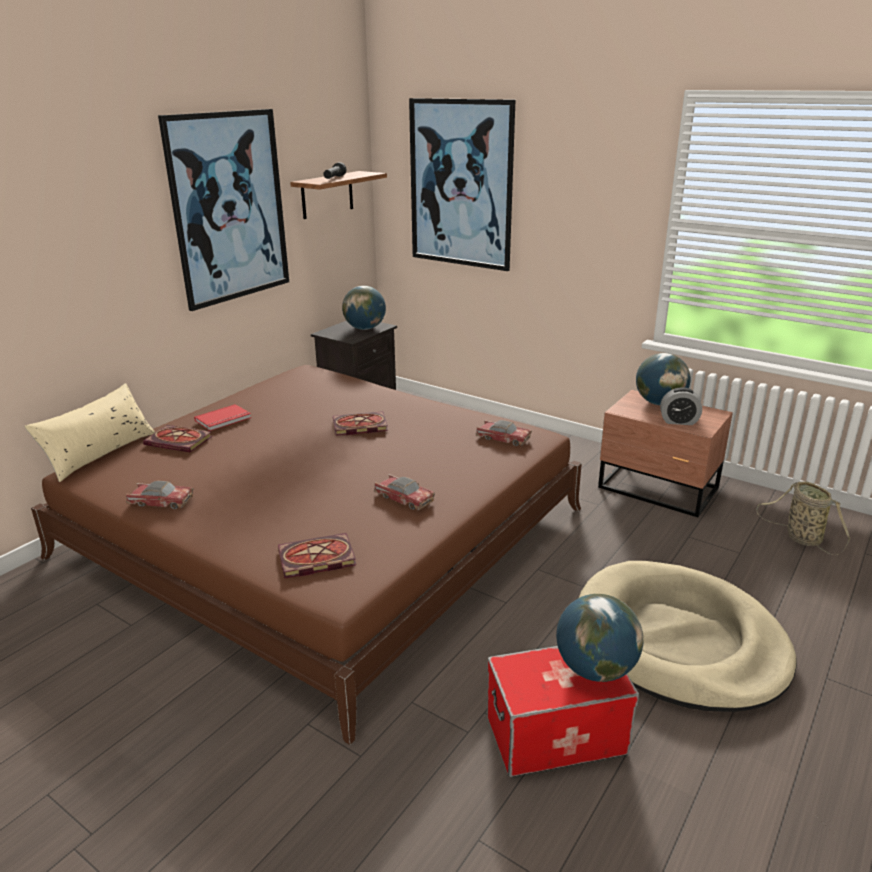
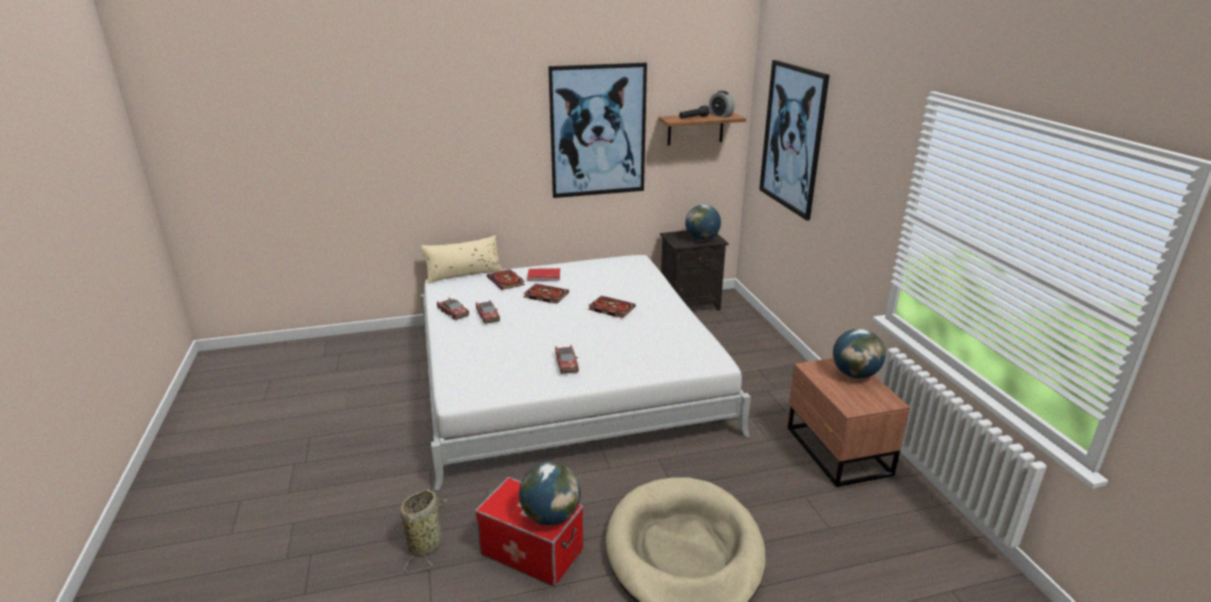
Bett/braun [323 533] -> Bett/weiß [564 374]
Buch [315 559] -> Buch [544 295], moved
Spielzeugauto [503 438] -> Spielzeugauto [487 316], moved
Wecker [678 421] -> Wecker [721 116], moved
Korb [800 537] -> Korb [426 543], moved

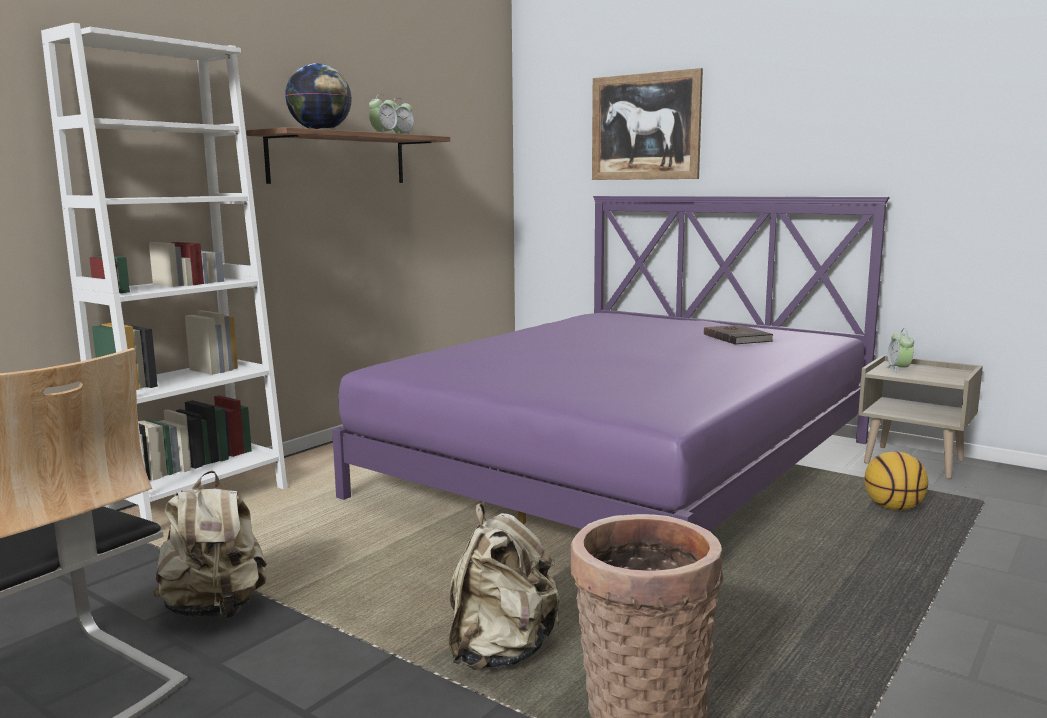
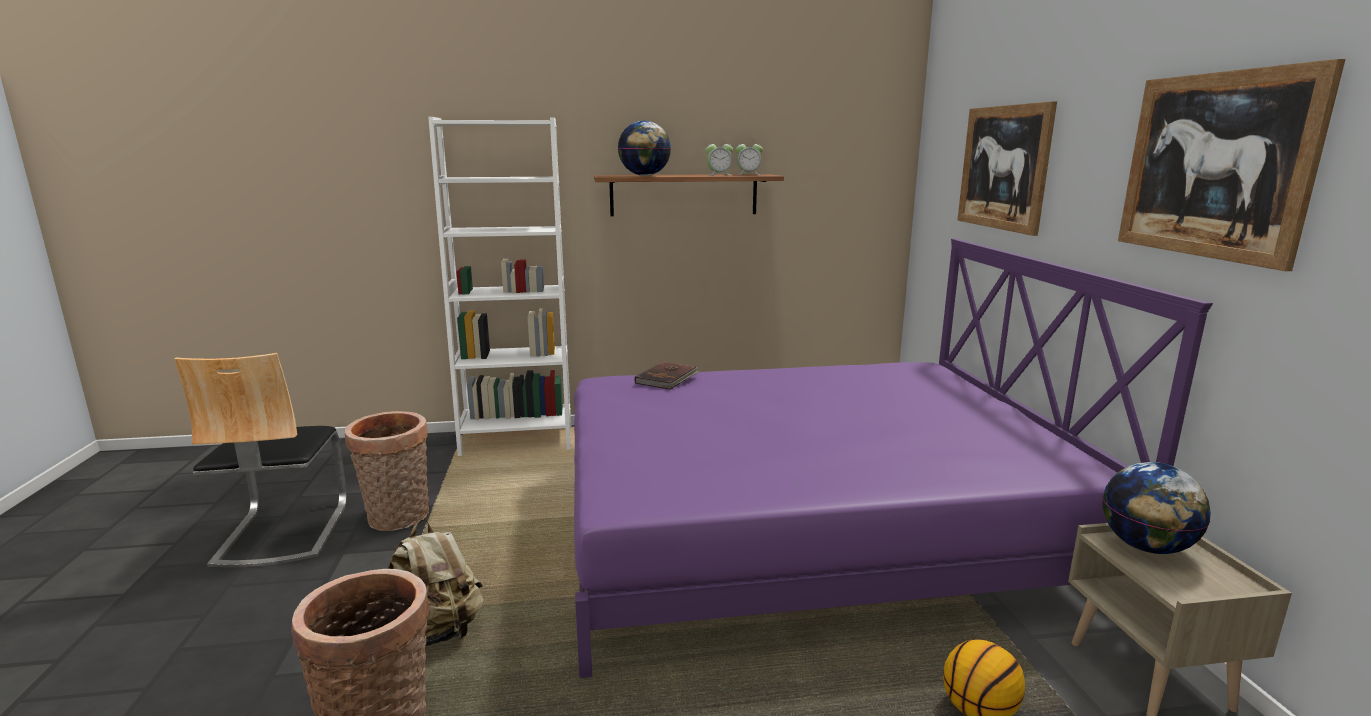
Rucksack/beige [215 609] -> Korb [398 519]
Buch/braun [738 337] -> Buch/braun [667 378], moved
Wecker [898 370] -> Globus [1145 547]
none -> Bild [1215 166]

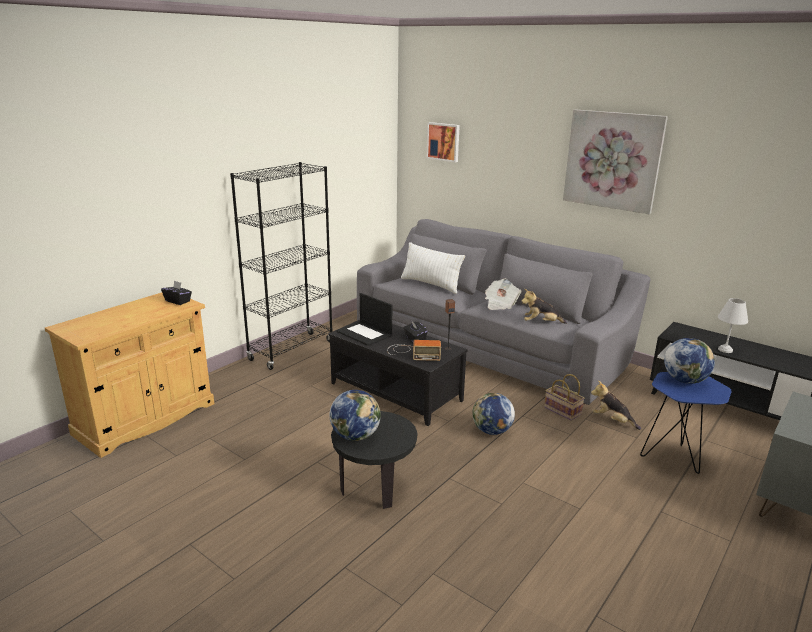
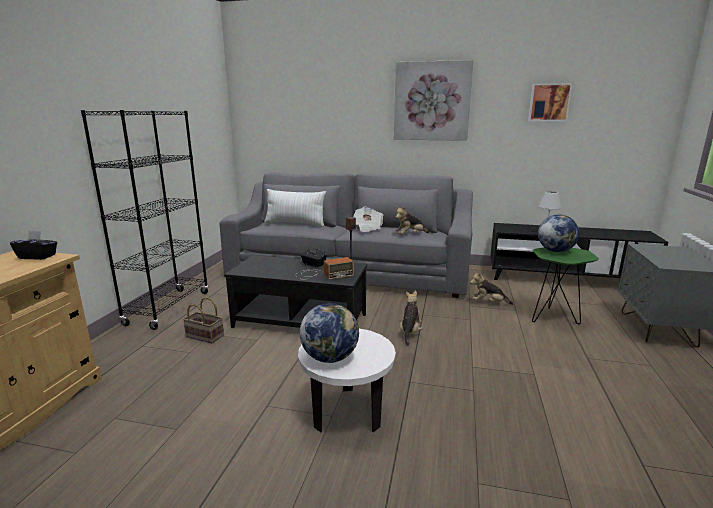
Beistelltisch/schwarz [375 486] -> Beistelltisch/weiß [347 412]
Laptop [365 333] -> none
Bild [443 141] -> Bild [549 102], moved
Globus [491 431] -> Plüschtier [410 332]
Korb [561 411] -> Korb [203 336], moved
Beistelltisch/blau [675 458] -> Beistelltisch/grün [554 317]

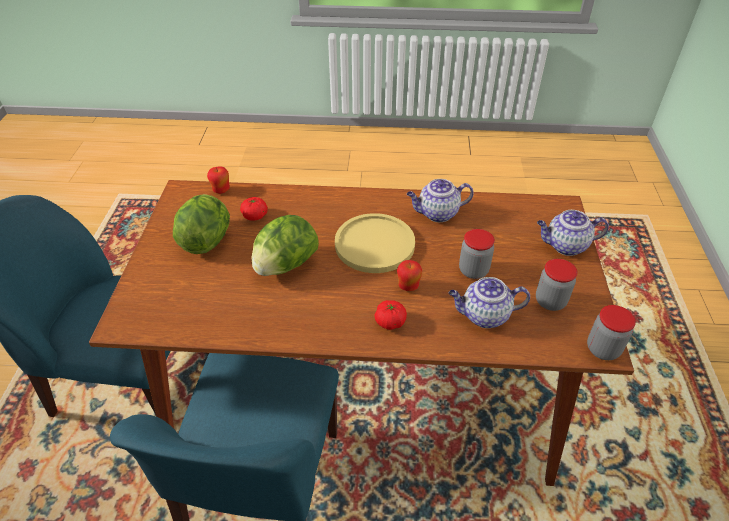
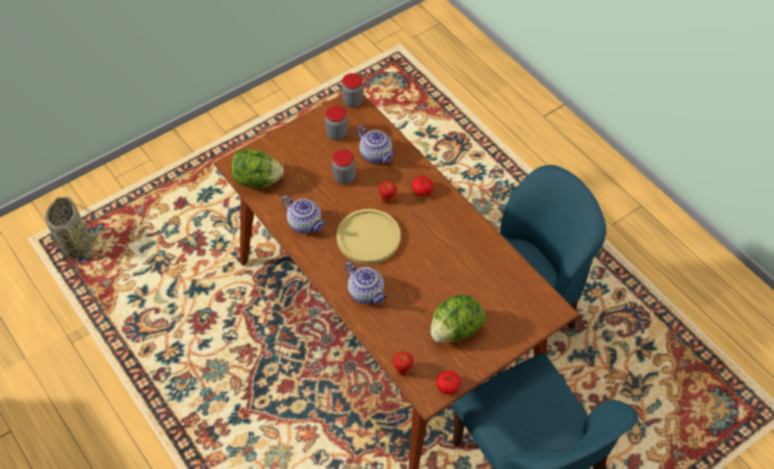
Tomate [255 216] -> Tomate [448 386], moved
Salatkopf [285 265] -> Salatkopf [257 181], moved
Teekanne [565 246] -> Teekanne [367 293], moved
none -> Korb [76 243]

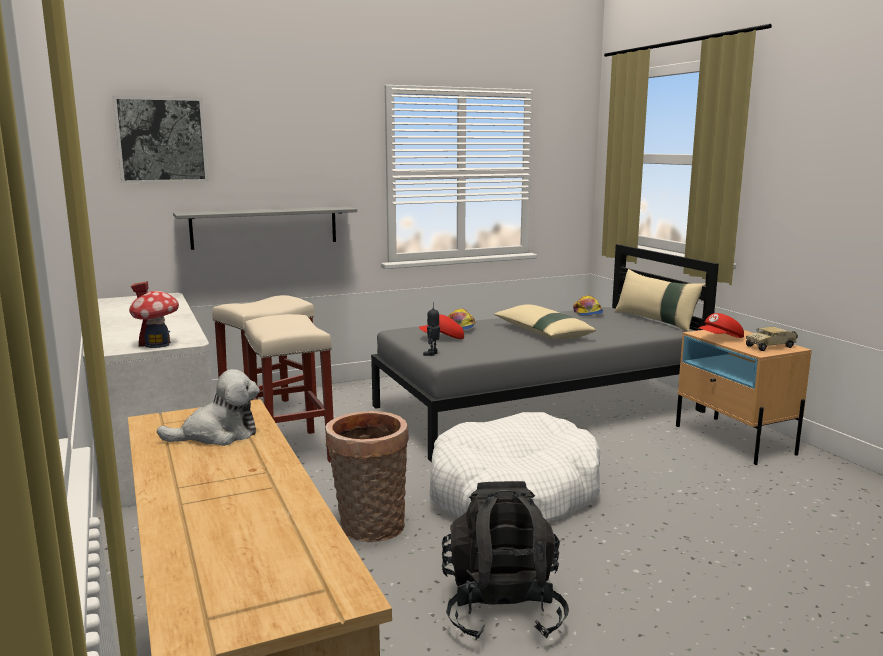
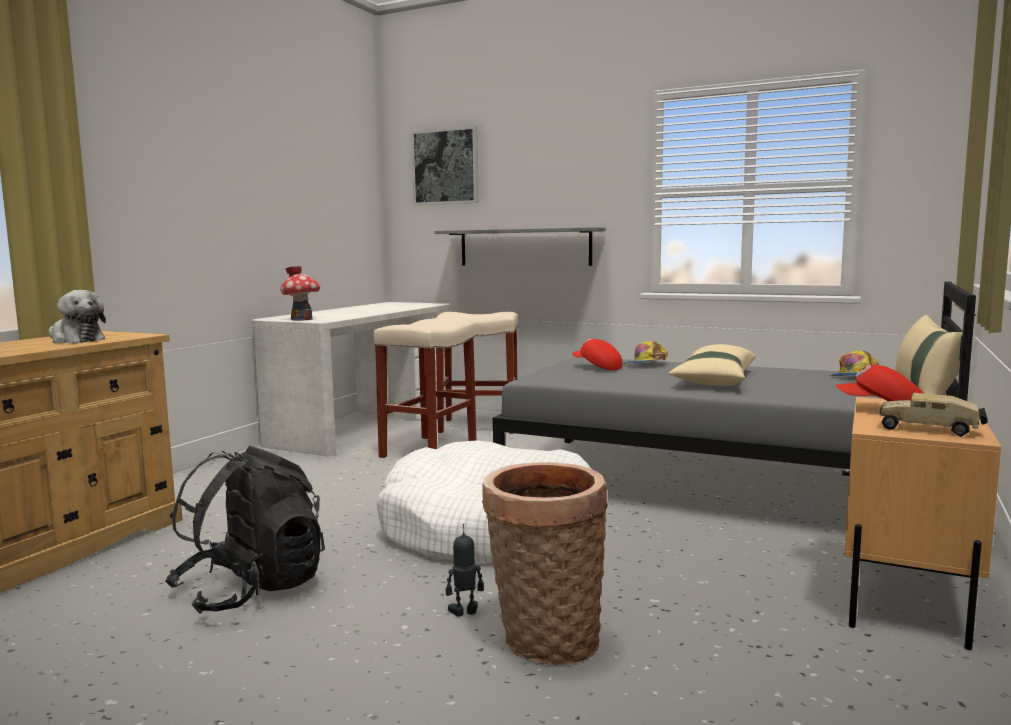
Korb [369 529] -> Korb [544 641], moved
Spielzeugroboter [432 354] -> Spielzeugroboter [465 612], moved

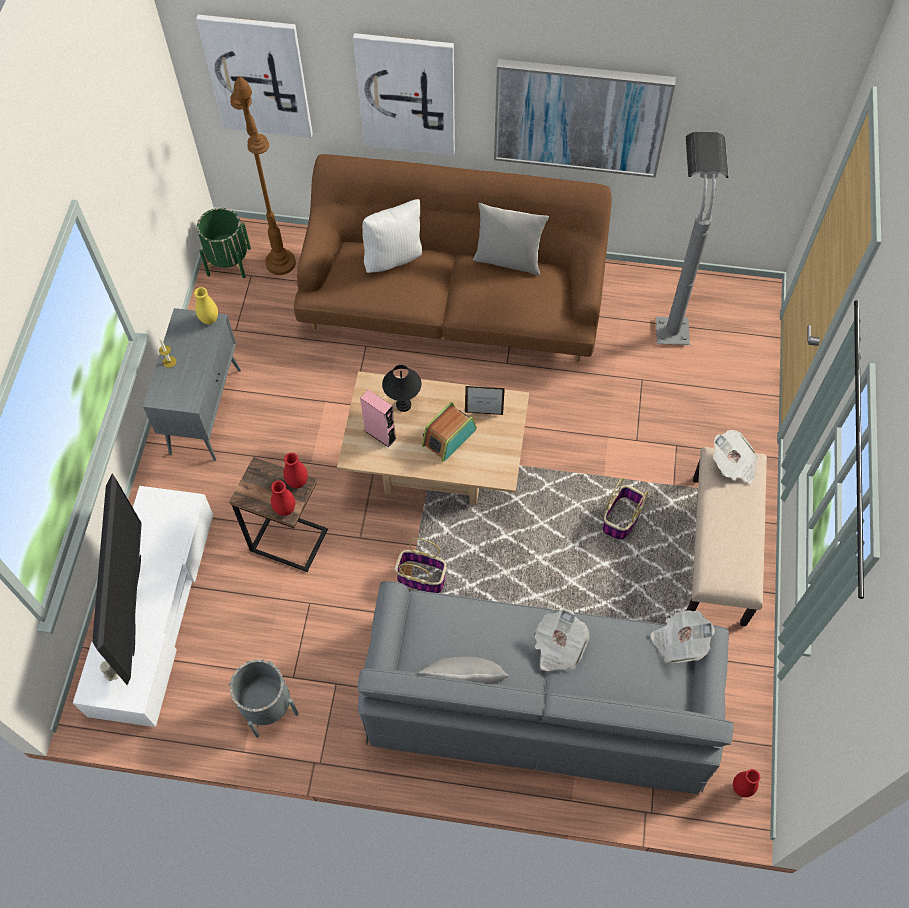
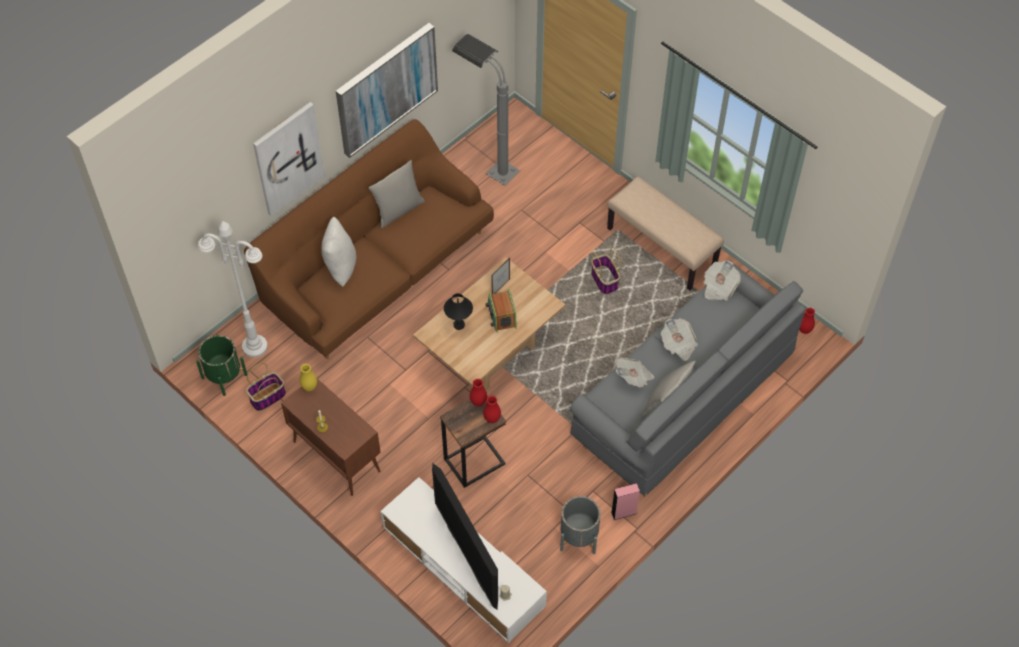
Fernseher [135 604] -> Fernseher [467 557], 150 degrees counterclockwise
Schrank/grau [206 410] -> Schrank/braun [336 456]
Bild [258 76] -> none
Stehlampe/braun [281 263] -> Stehlampe/weiß [255 346]
Lautsprecher/rosa [380 434] -> Lautsprecher/rosa [624 512], moved
Korb [422 577] -> Korb [268 397], moved
Zeitung [733 464] -> Zeitung [634 377], moved

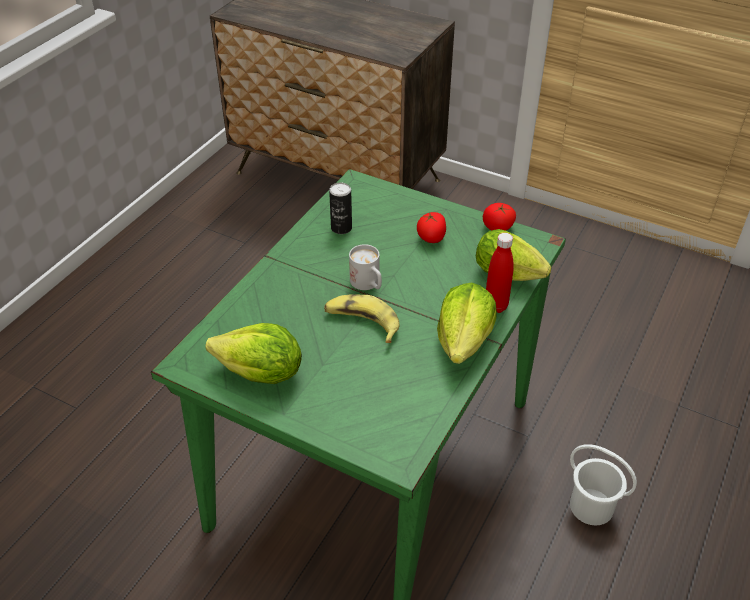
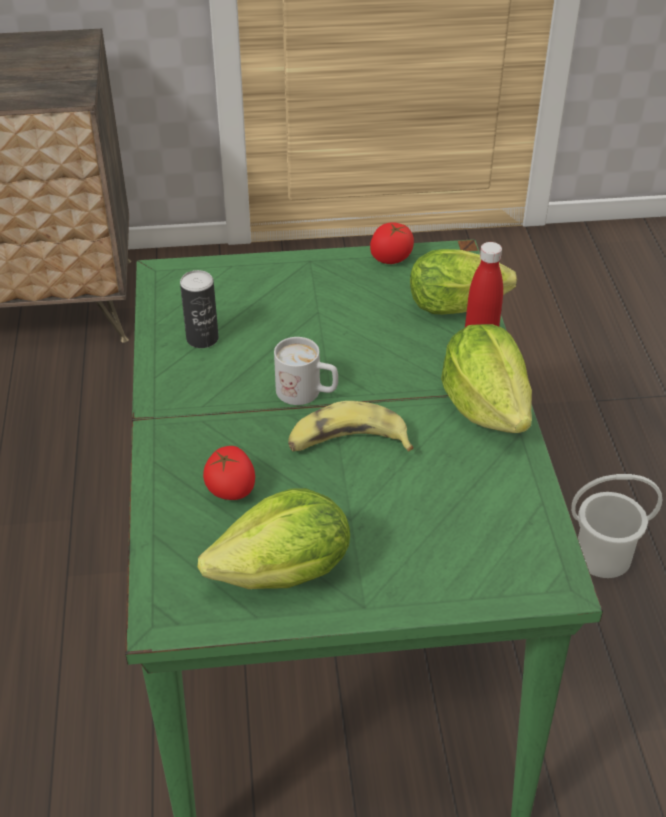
Tomate [431 238] -> Tomate [231 489], moved

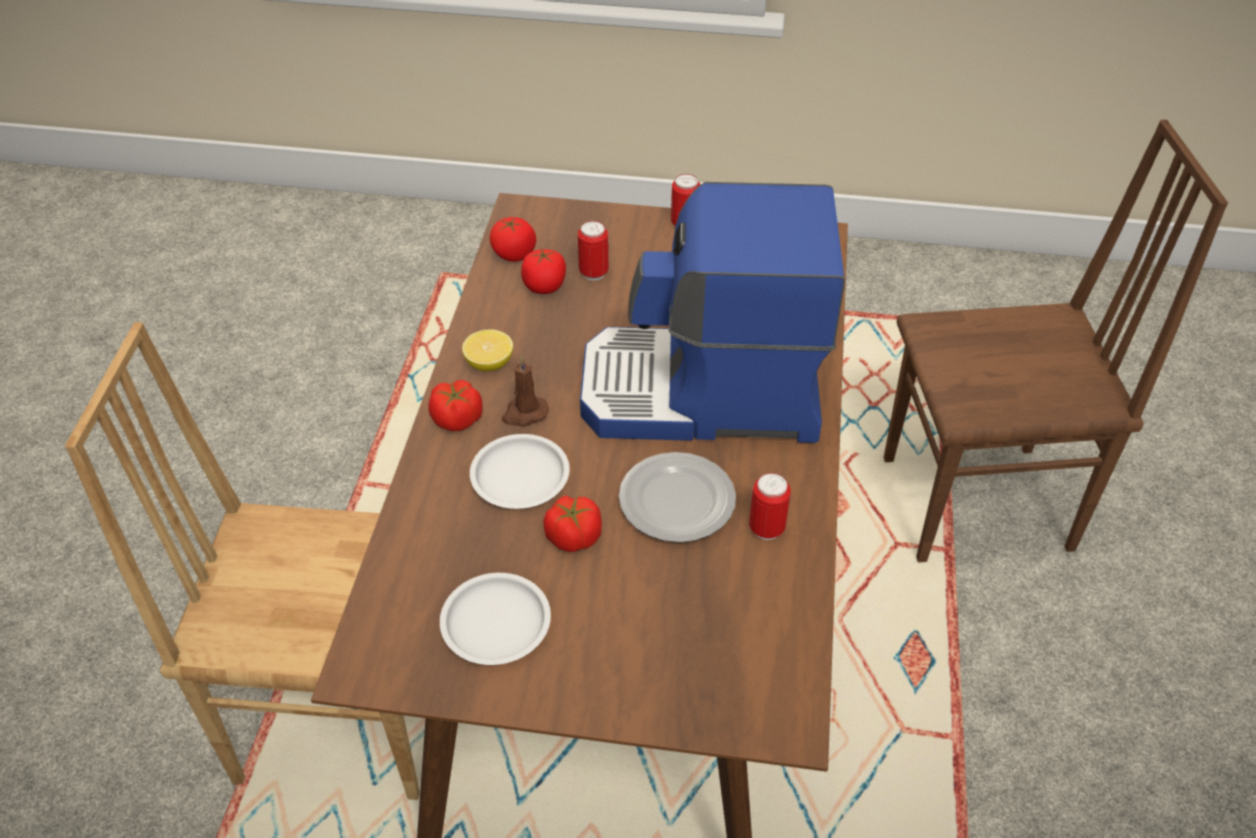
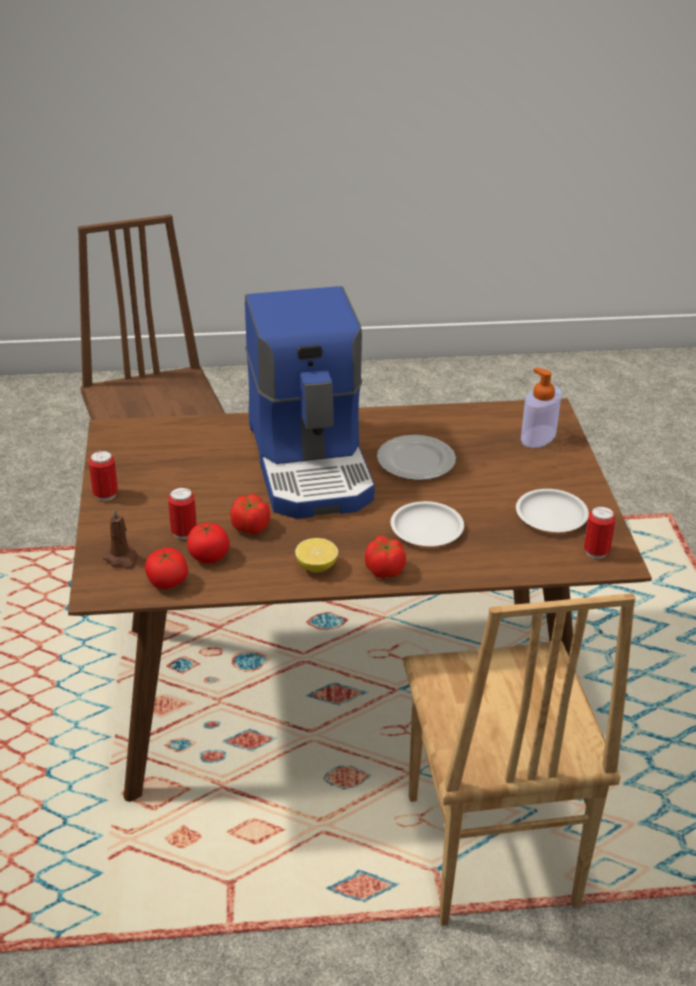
Kerze/braun [524 413] -> Kerze/braun [122 559], moved
Tomate [573 537] -> Tomate [250 527], moved
Dose [766 529] -> Dose [596 552], moved
none -> Seifenspender [538 436]

